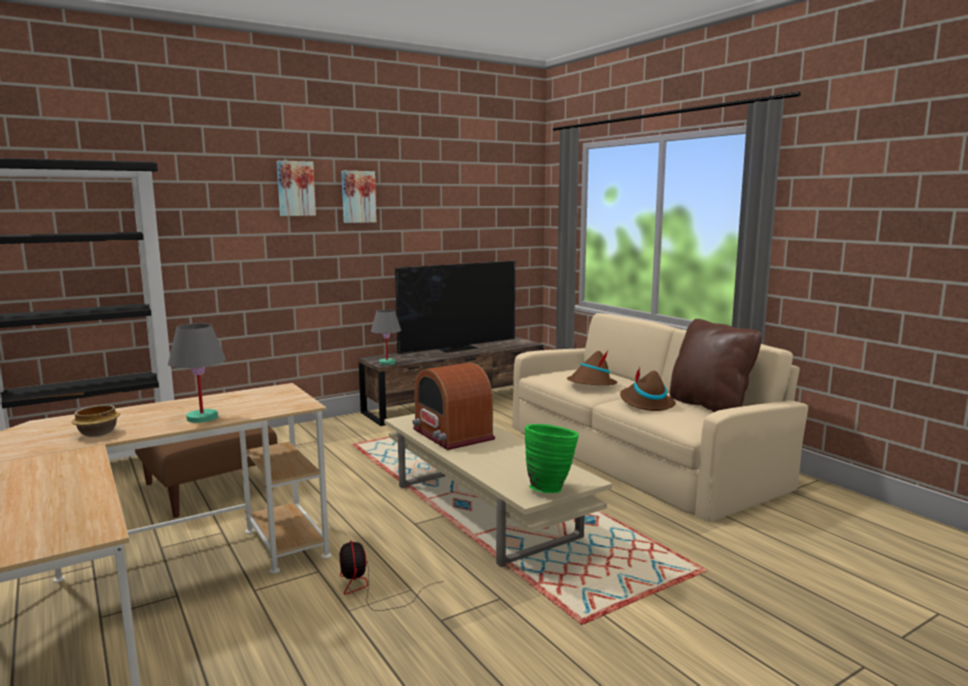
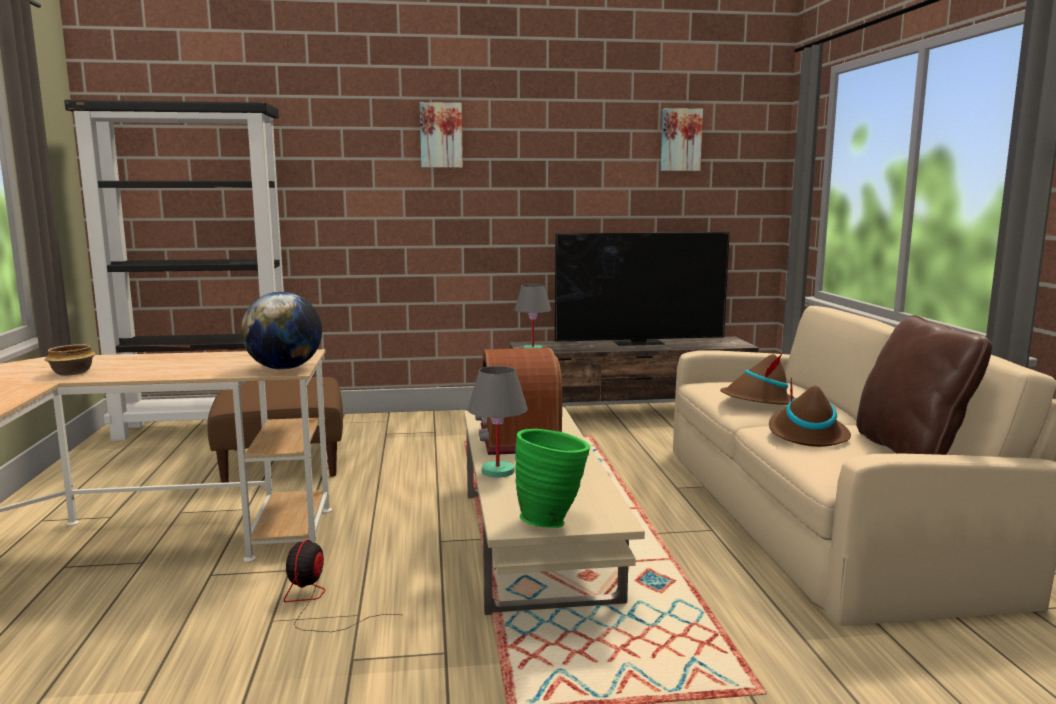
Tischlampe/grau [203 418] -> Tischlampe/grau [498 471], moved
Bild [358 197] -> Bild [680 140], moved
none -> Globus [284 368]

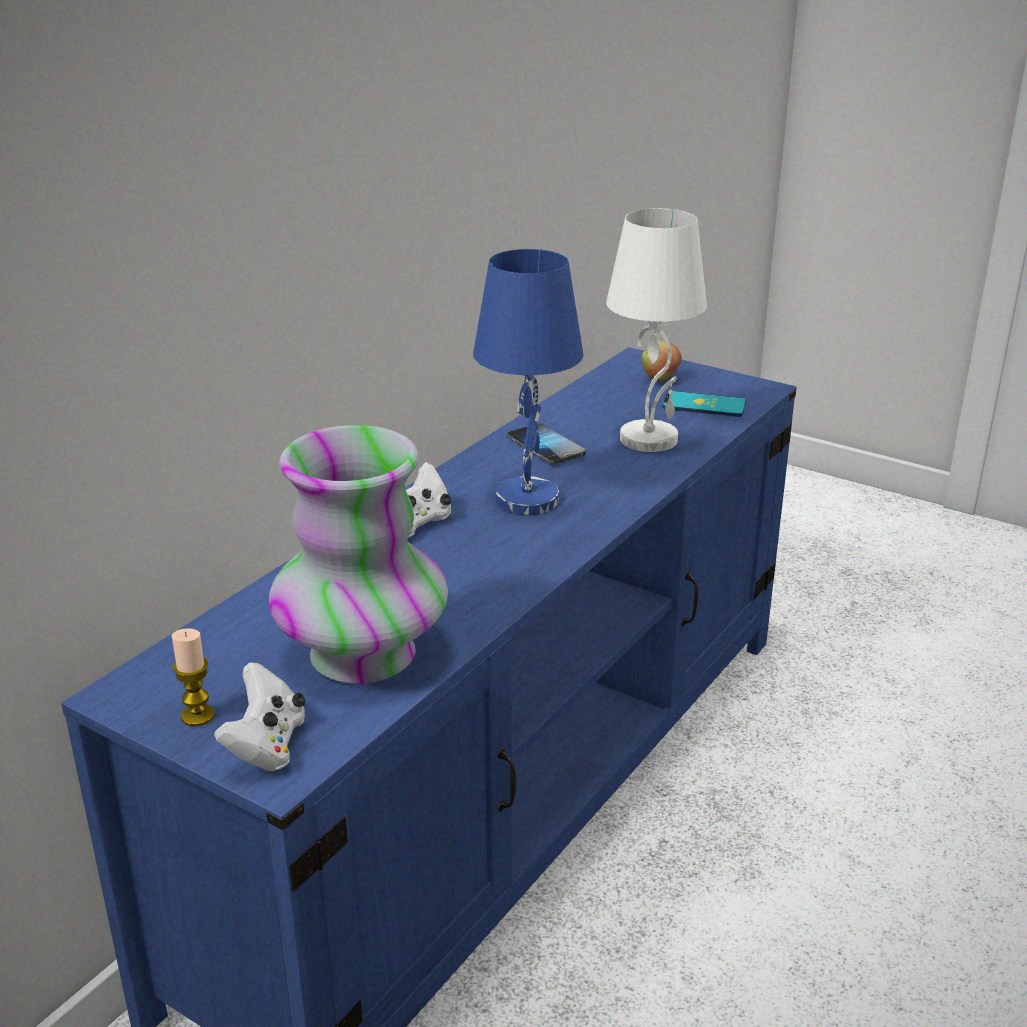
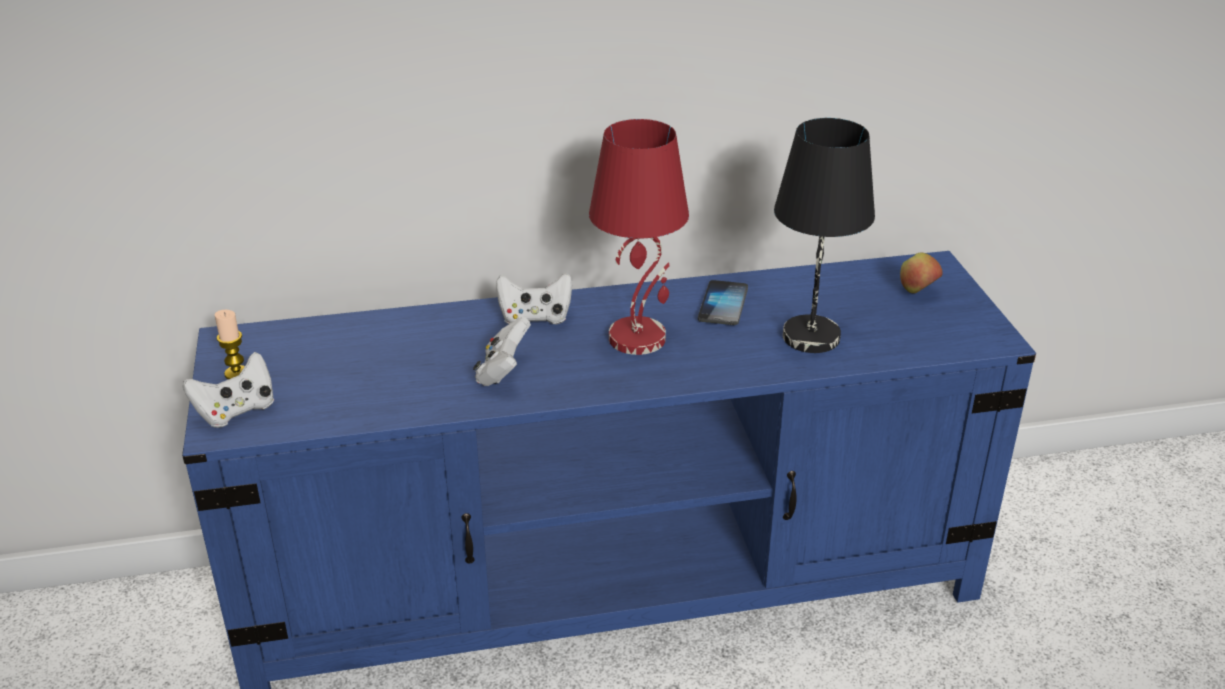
Vase [362 655] -> none
Tischlampe/blau [526 498] -> Tischlampe/rot [638 337]
Tischlampe/weiß [650 439] -> Tischlampe/schwarz [812 338]
Handy [704 405] -> none
none -> Gamepad/weiß [502 372]

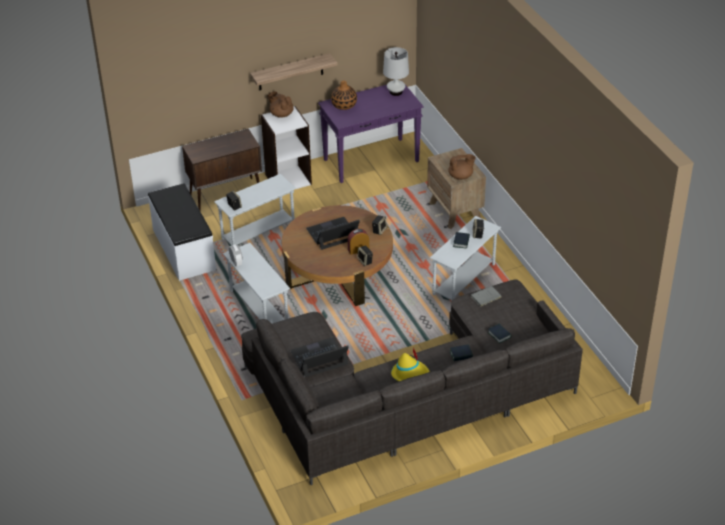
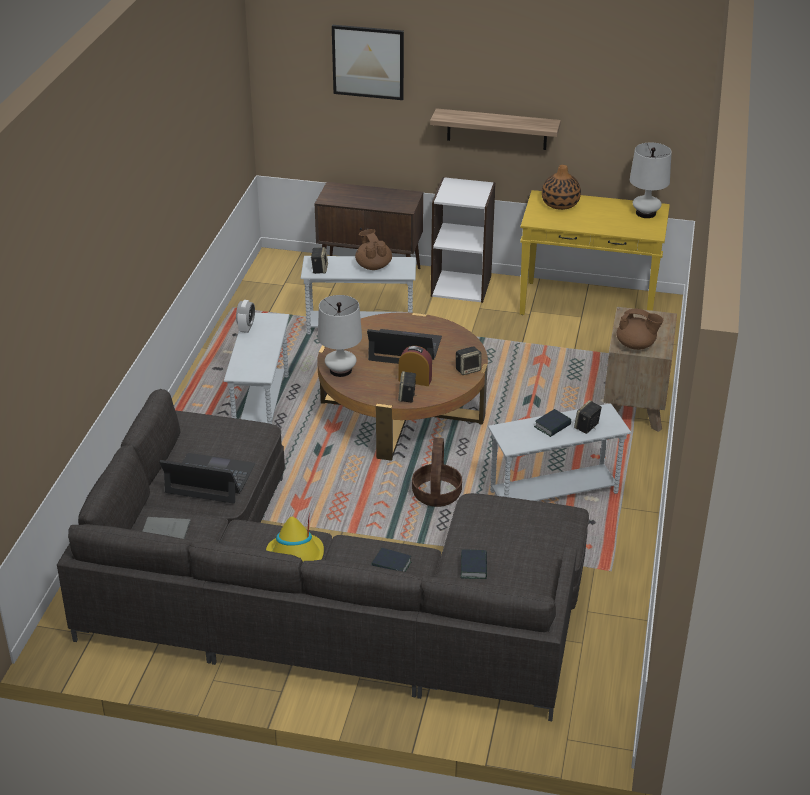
Bank/weiß [183 250] -> none
Teekanne/braun [281 114] -> Teekanne/braun [373 266], moved
Konsolentisch/lila [371 160] -> Konsolentisch/gelb [589 305]
Buch/grau [485 297] -> Buch/grau [164 531], moved
none -> Tischlampe/weiß [340 370]
none -> Bild [368 62]
none -> Korb [436 493]

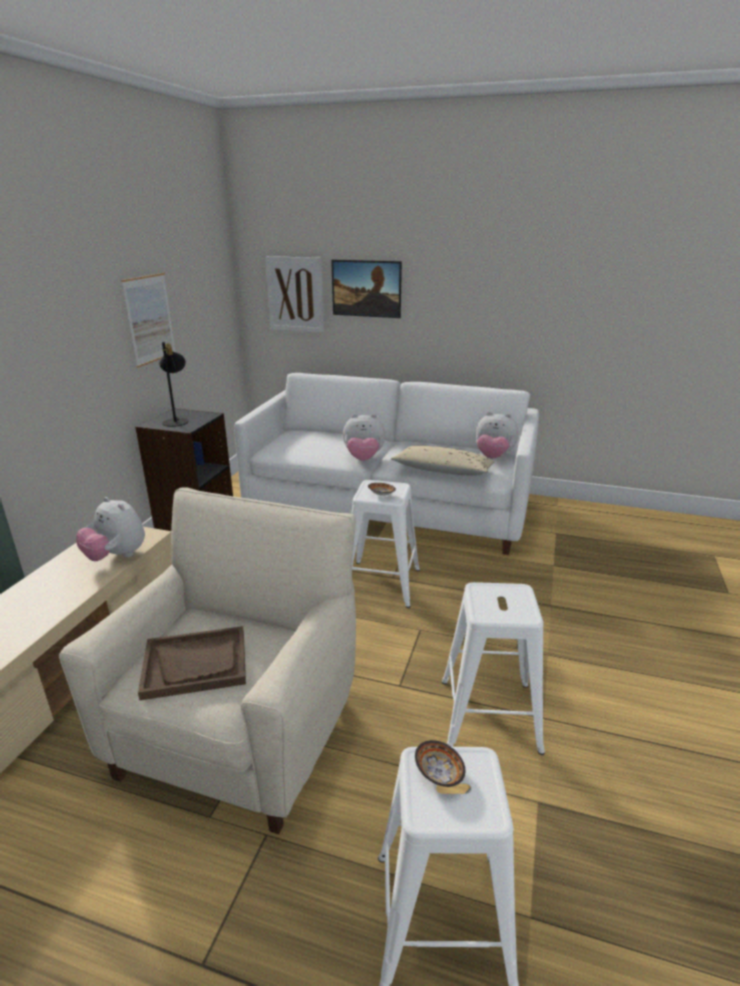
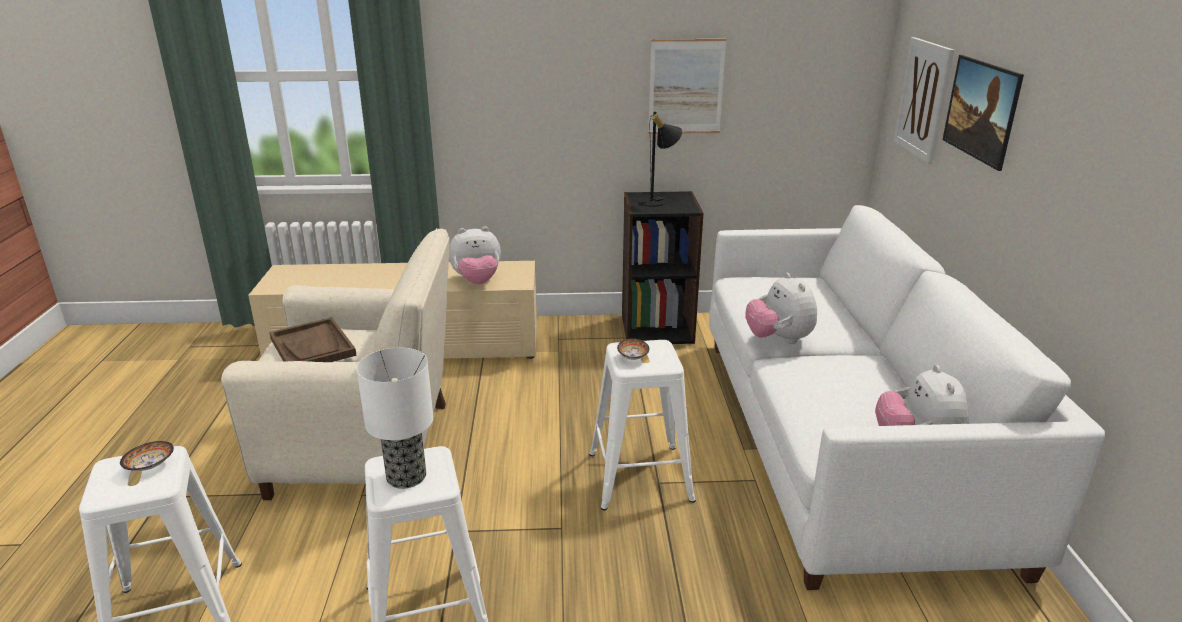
Plüschtier [116 556] -> Plüschtier [477 282], 120 degrees counterclockwise
Kissen/beige [442 471] -> none
none -> Tischlampe [407 477]

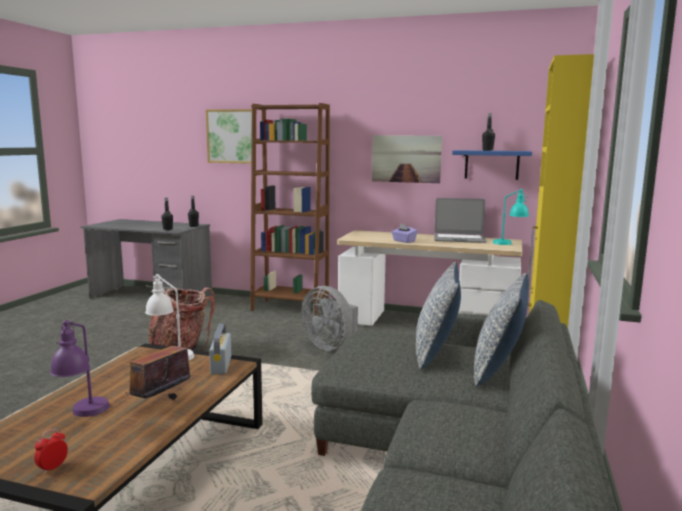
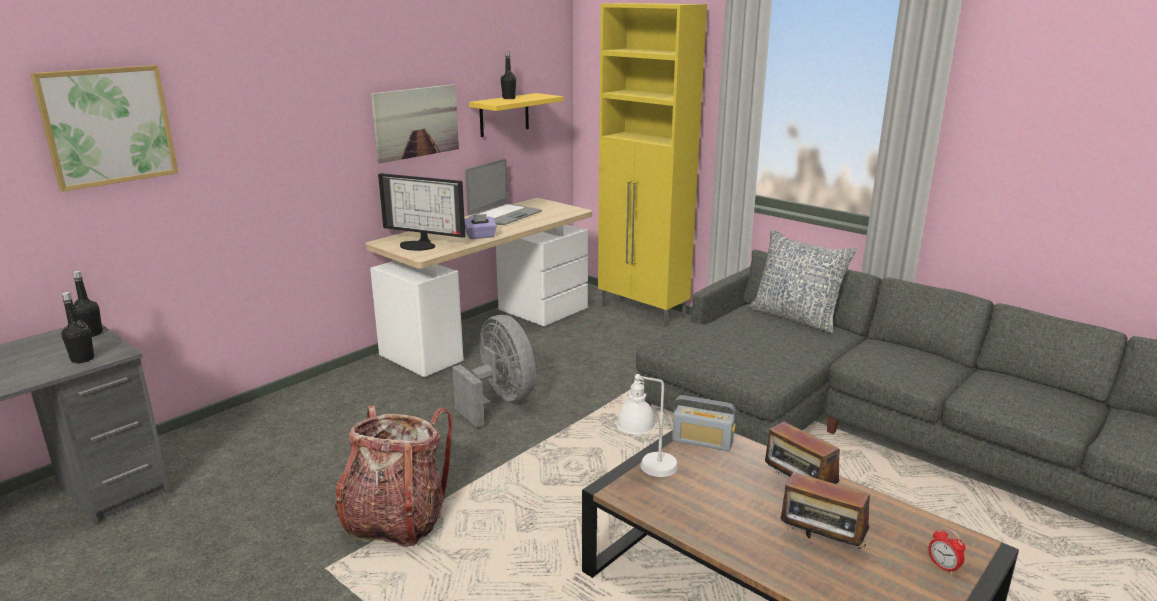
Tischlampe/lila [84 415] -> Radio [820 545]
Bücherregal/braun [290 308] -> none
Ventilator/grau [330 346] -> Ventilator/grau [499 401], 105 degrees counterclockwise
Kissen [436 353] -> none
Wandregal/blau [491 164] -> Wandregal/gelb [504 115]
Tischlampe/türkis [509 244] -> none
none -> Monitor [420 245]

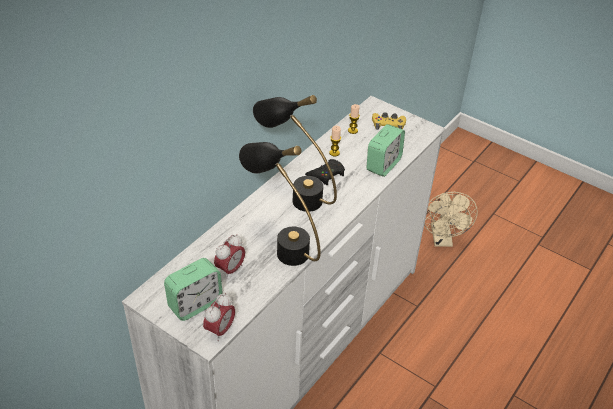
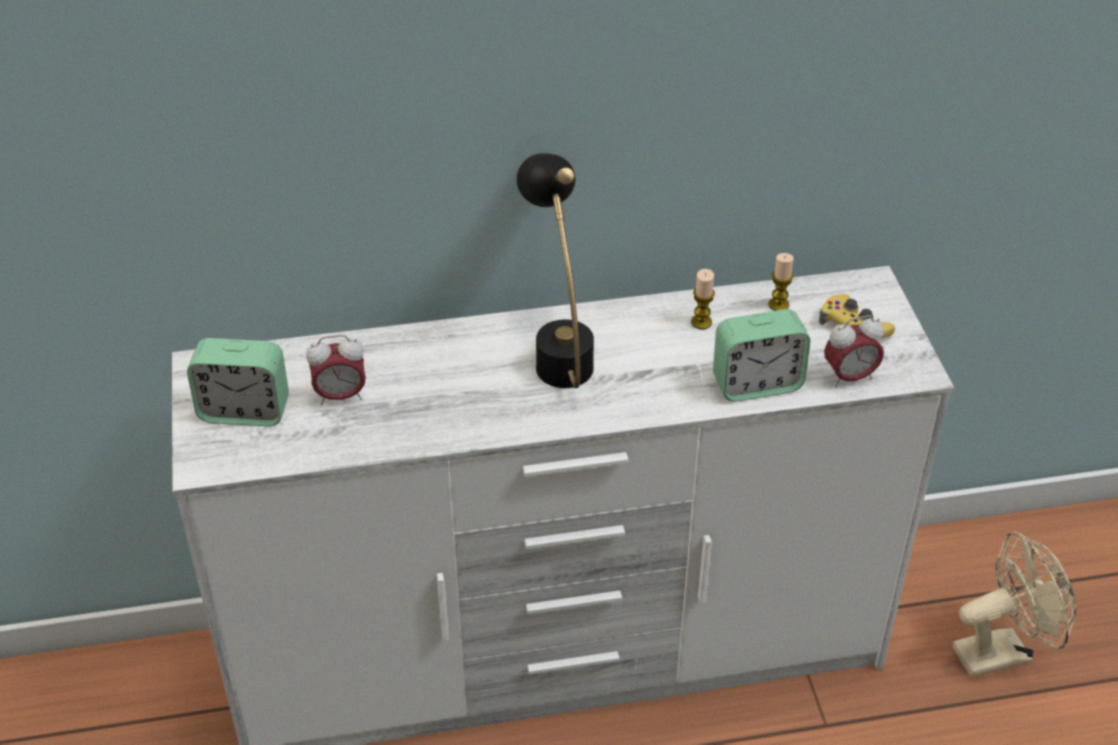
Wecker [220 330] -> Wecker [849 377], moved
Tischlampe/schwarz [281 245] -> none
Gamepad/schwarz [326 174] -> none
Ventilator/beige [442 240] -> Ventilator/beige [1002 651], 150 degrees counterclockwise

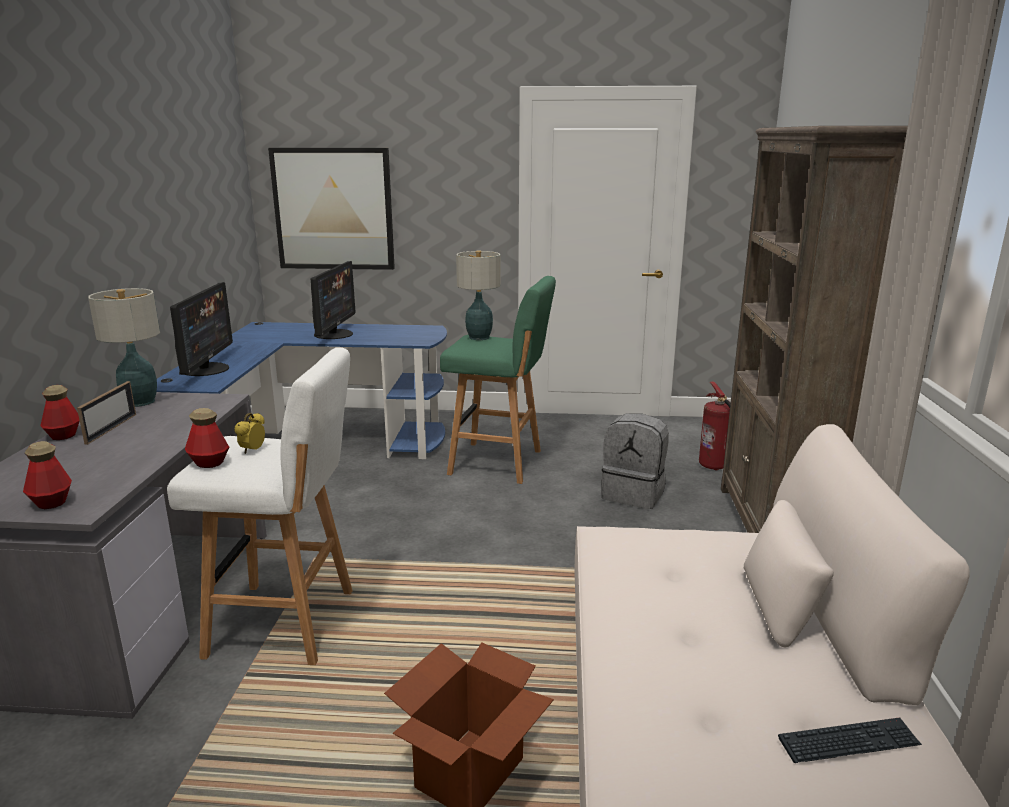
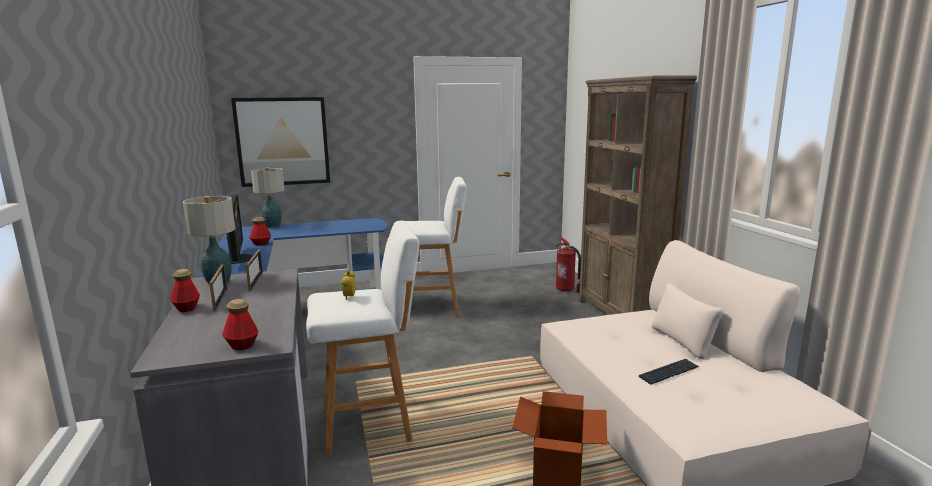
Flasche [209 463] -> Flasche [261 244], moved
Monitor [334 334] -> none
Hocker/grün [499 463] -> Hocker/weiß [434 306]
Tischlampe [479 337] -> Tischlampe [273 226], moved
Rucksack/grau [634 494] -> none
Tastatur [848 742] -> Tastatur [669 372], moved
none -> Bilderrahmen [256 281]

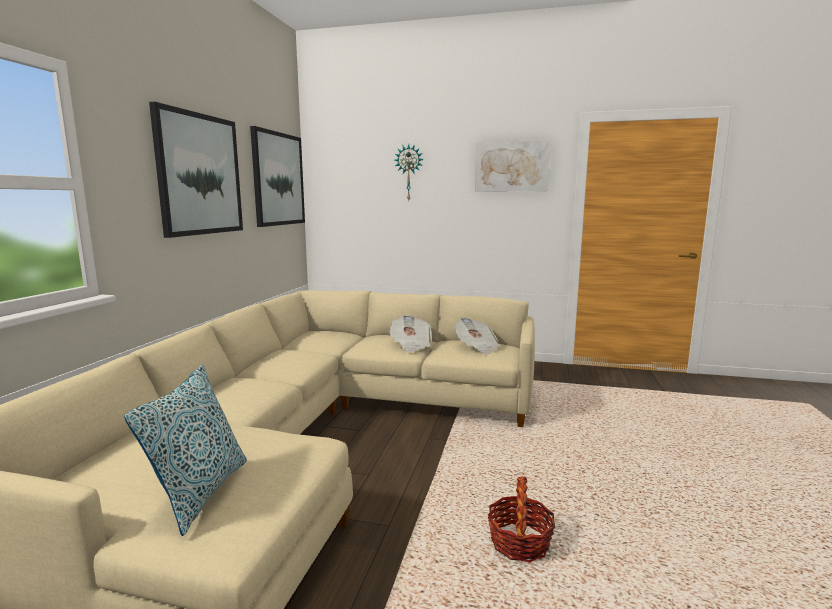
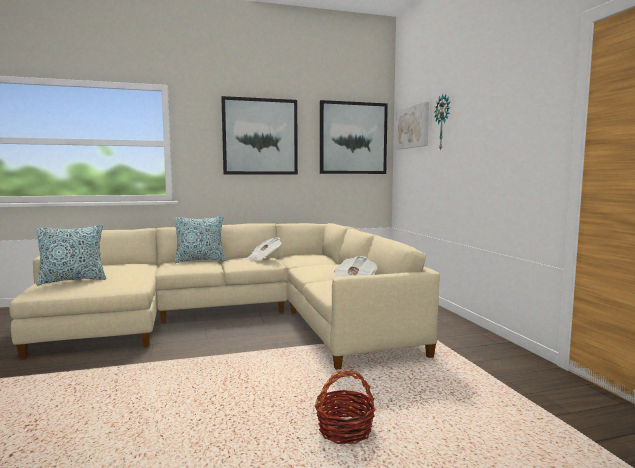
Zeitung [410 345] -> Zeitung [263 258], moved
Bild [512 167] -> Bild [413 127], moved
Korb [519 542] -> Korb [345 430], moved
none -> Kissen [200 260]

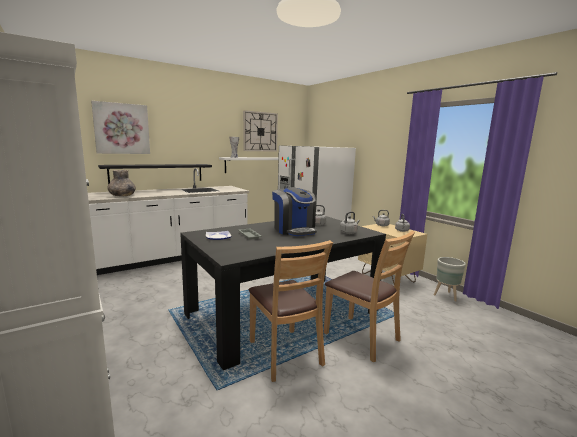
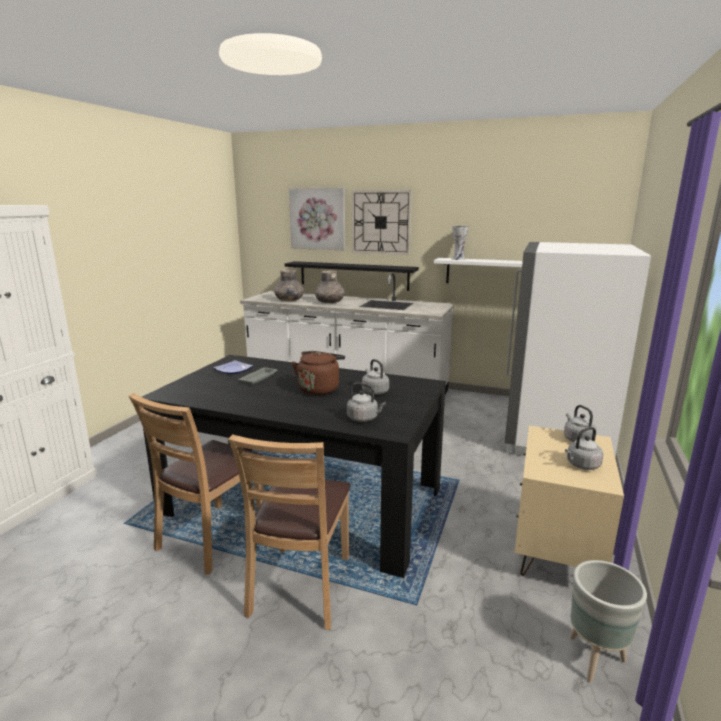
Wanduhr [260 131] -> Wanduhr [381 222], moved
Kaffeemaschine [294 230] -> Wasserkessel/braun [319 389]
none -> Vase/grau [330 302]

